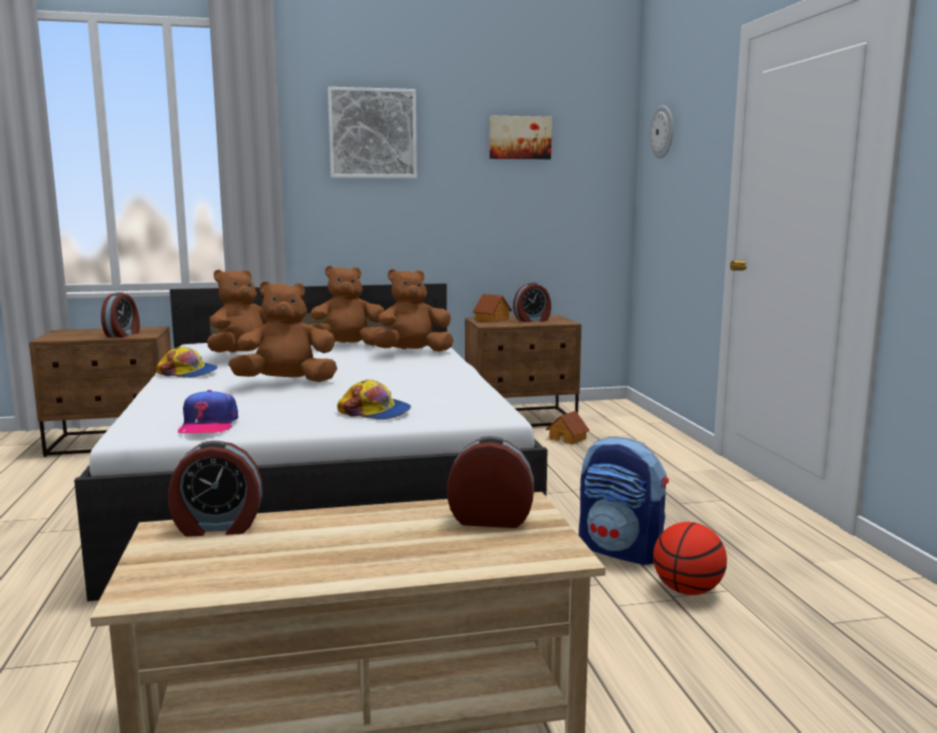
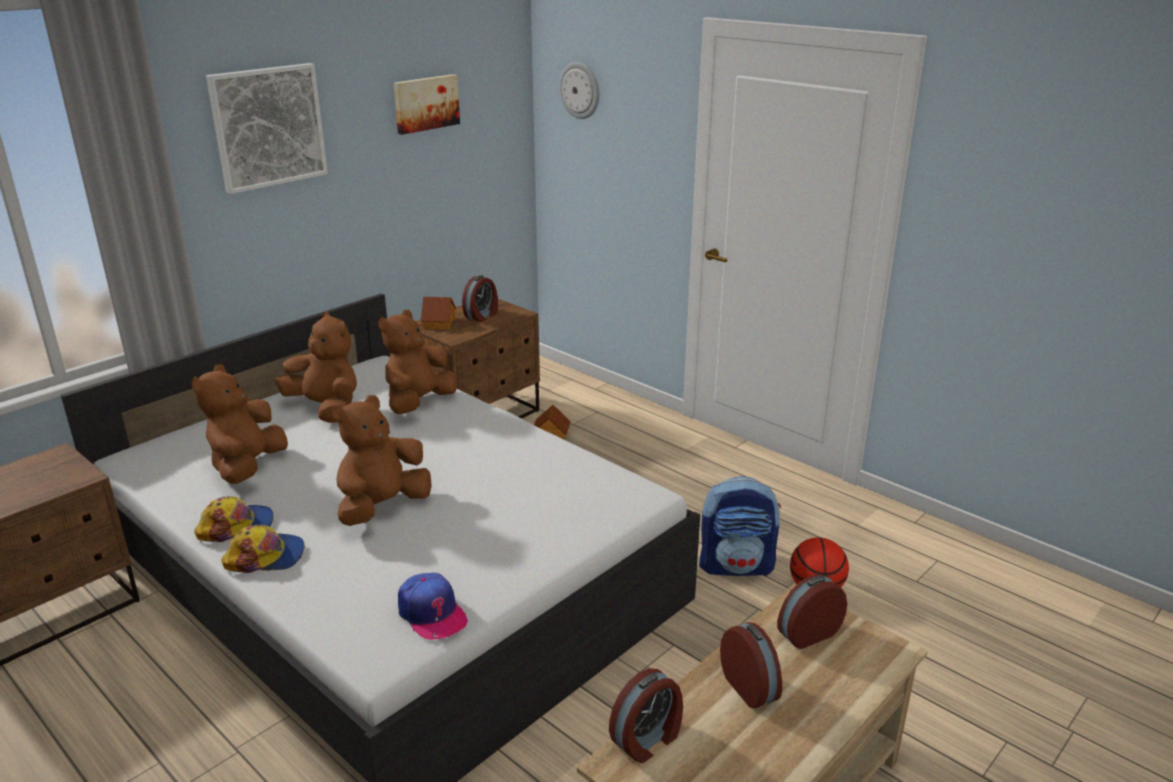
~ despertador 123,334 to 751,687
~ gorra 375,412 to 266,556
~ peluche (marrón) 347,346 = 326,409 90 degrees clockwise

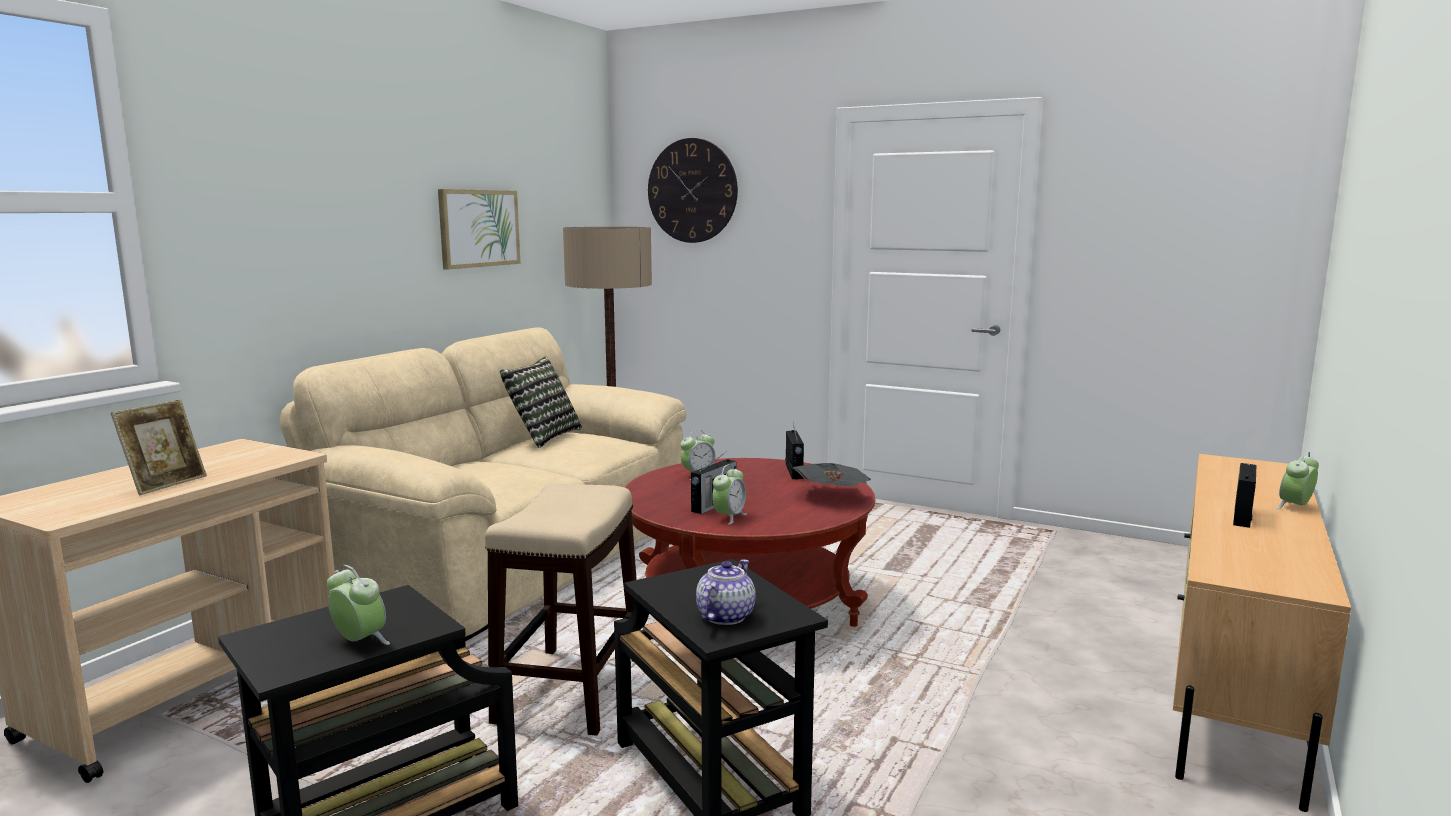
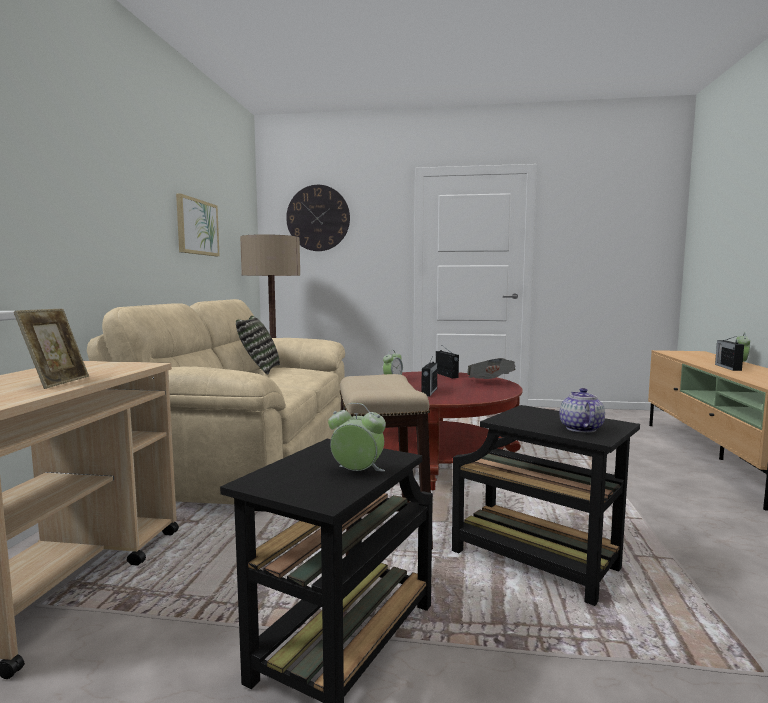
- despertador 729,517

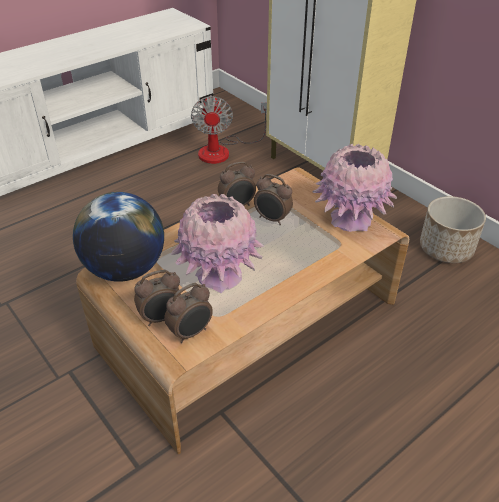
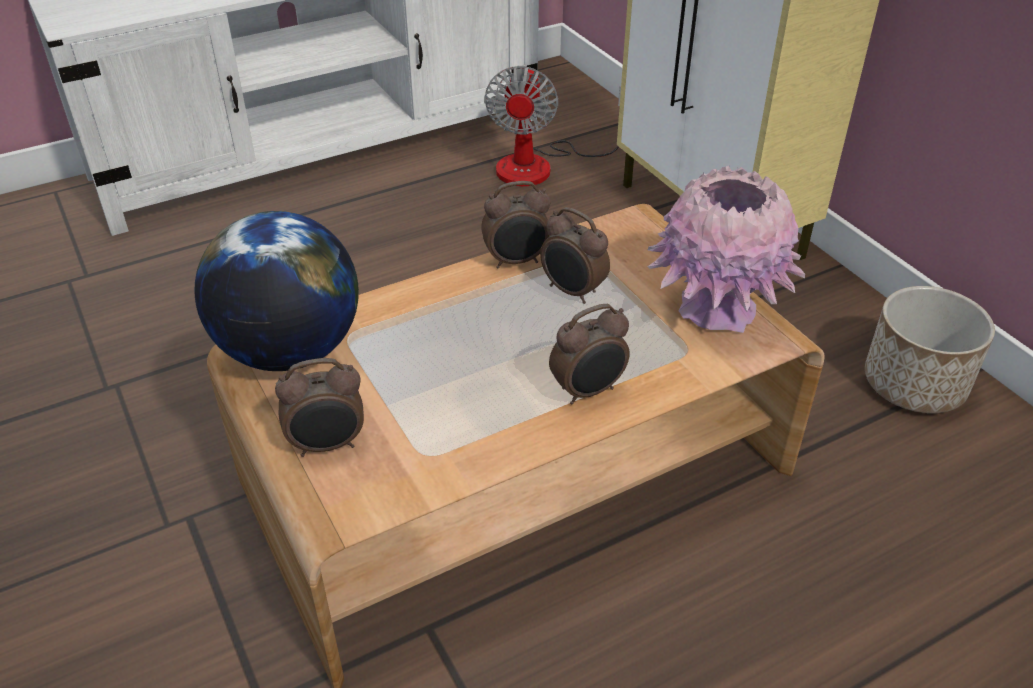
- florero (rosa) 219,276
~ despertador 191,333 to 588,391

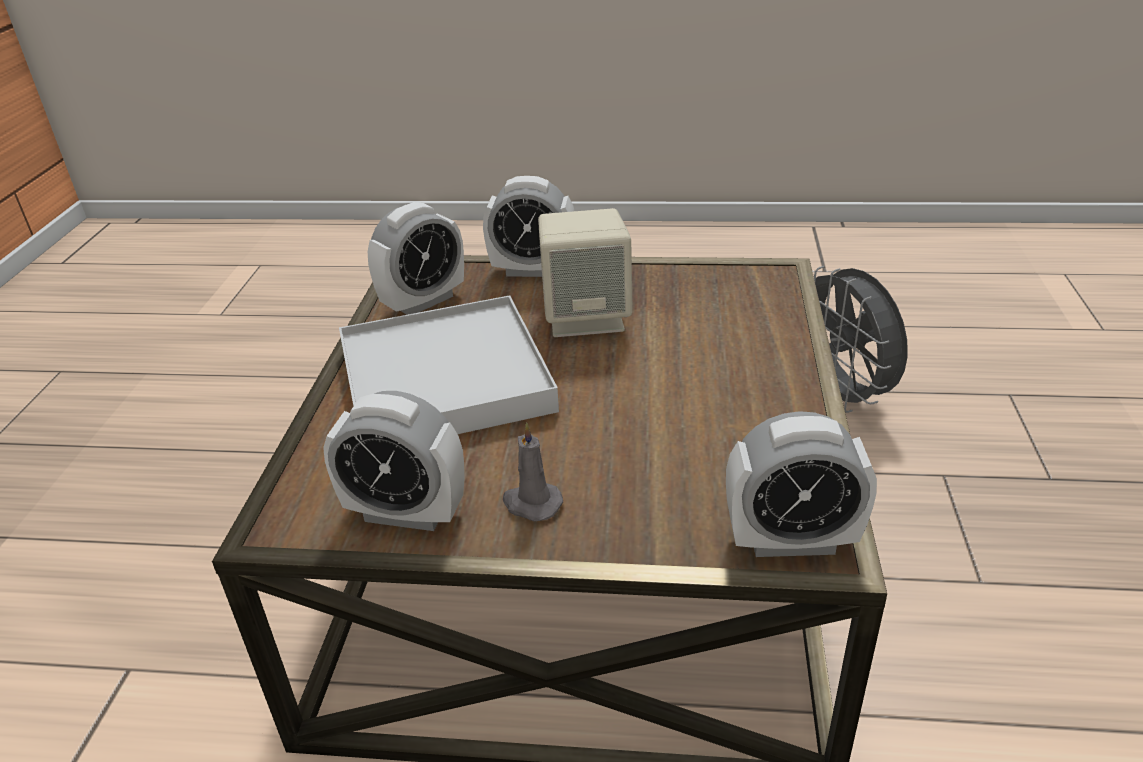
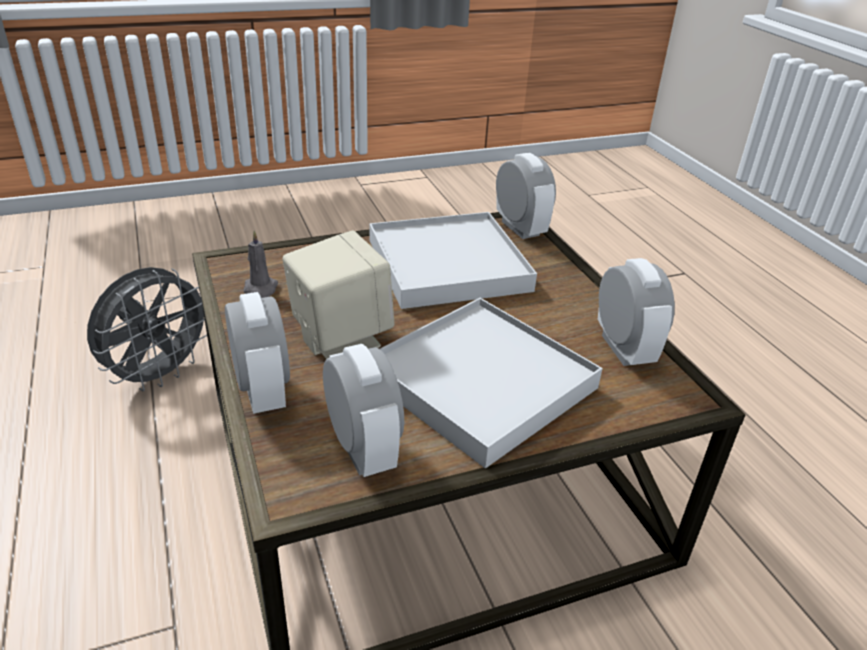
+ bandeja (blanco) 448,265
~ vela (gris) 531,503 to 260,290
~ despertador 423,301 = 362,449 45 degrees clockwise

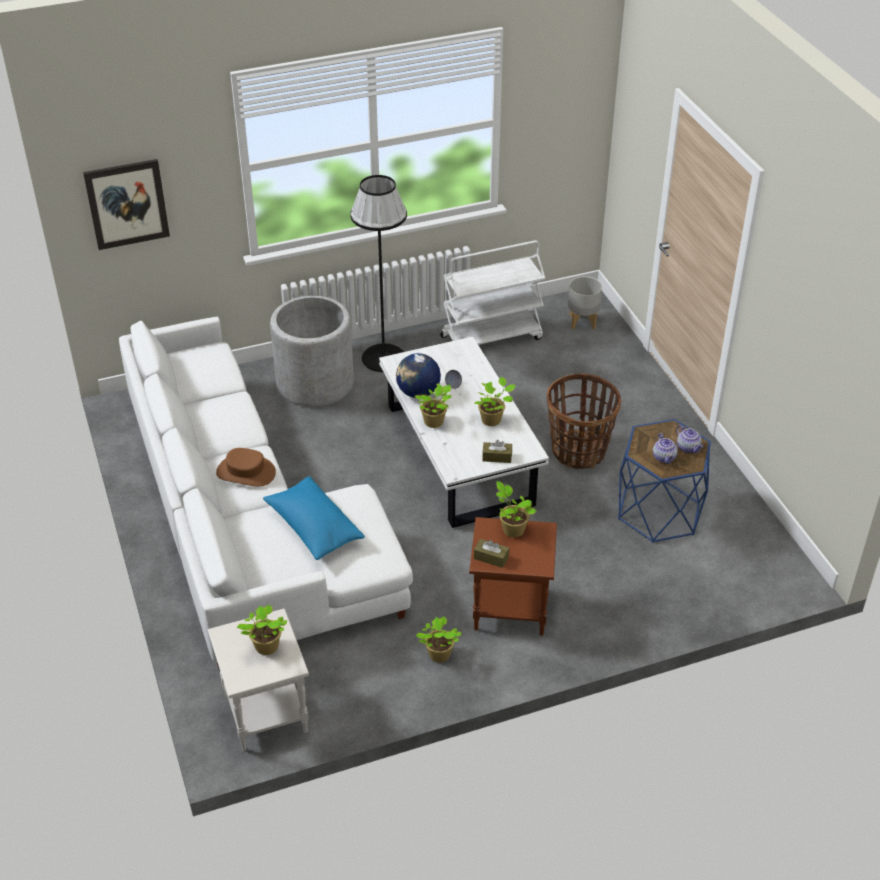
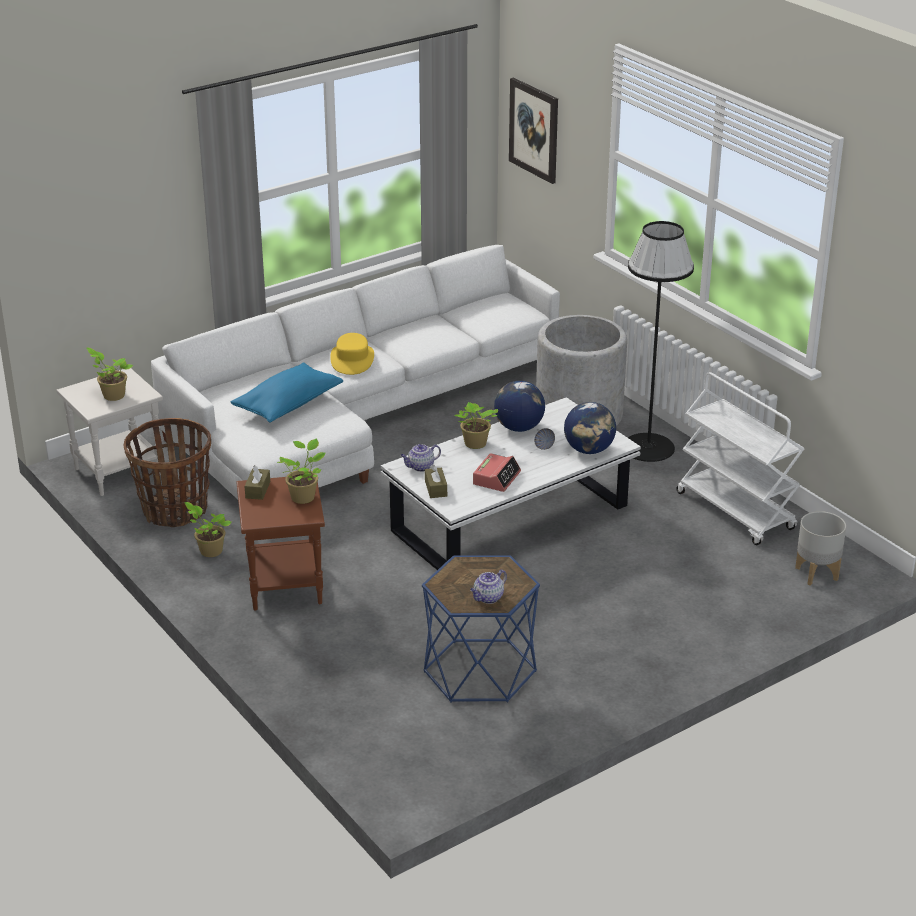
+ globo terráqueo 589,450
~ cesta 579,451 to 175,511
~ tetera 664,458 to 420,467
~ planta en maceta 492,420 to despertador 496,478
~ sombrero (marrón) 246,472 to sombrero (amarillo) 352,360

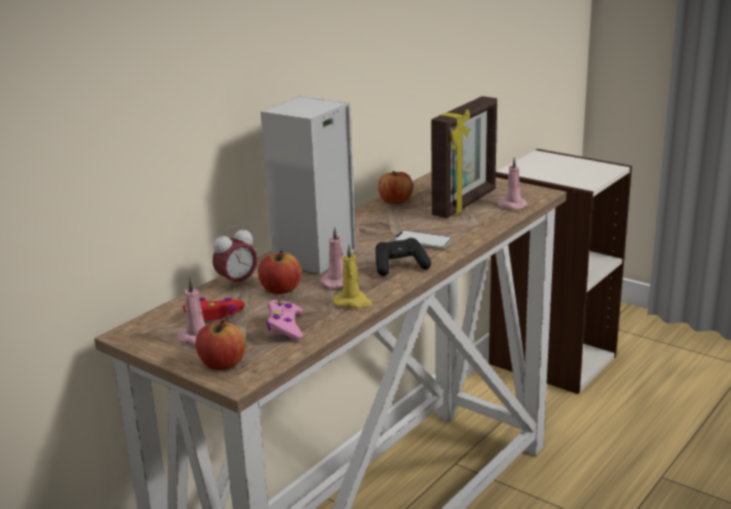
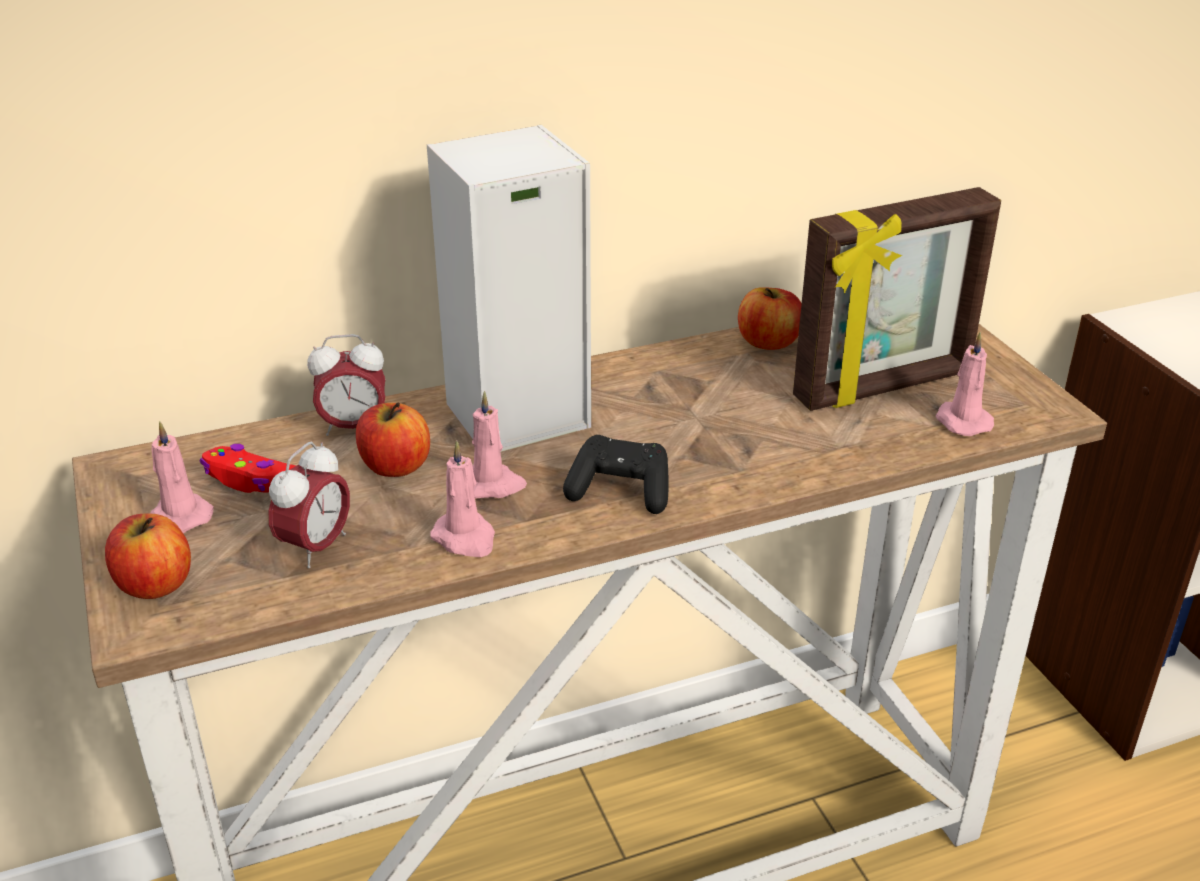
- móvil 422,241
~ mando de consola (rosa) 285,327 to despertador 316,547
~ vela (amarillo) 353,302 to vela (rosa) 465,538

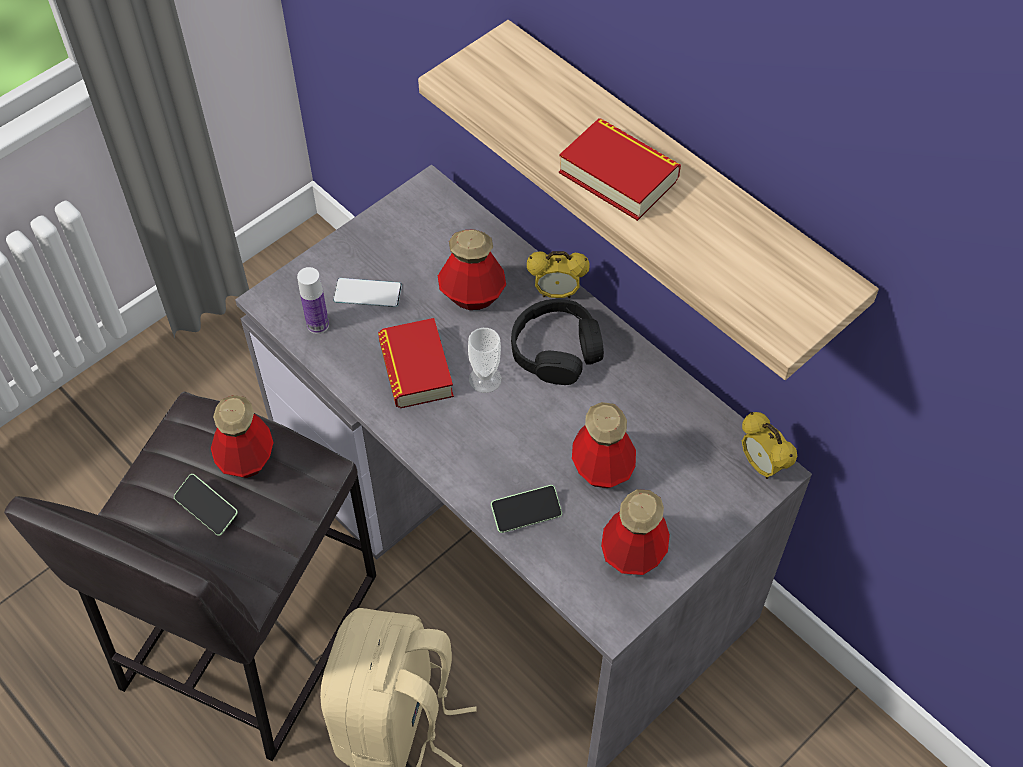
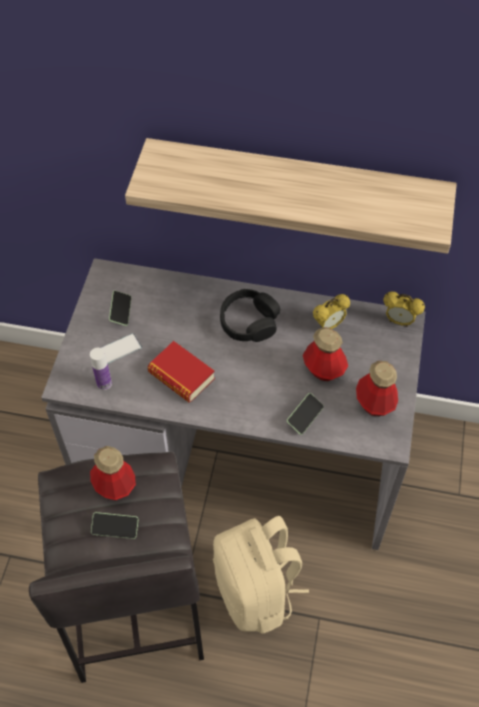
- botella 472,296
- taza 485,379
- libro 618,176
+ móvil 121,311
~ despertador 556,293 to 328,325

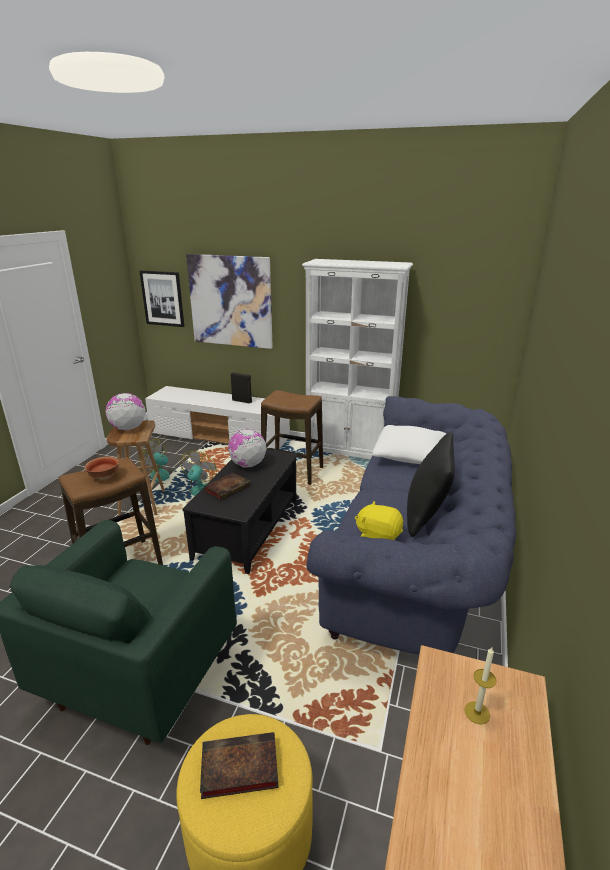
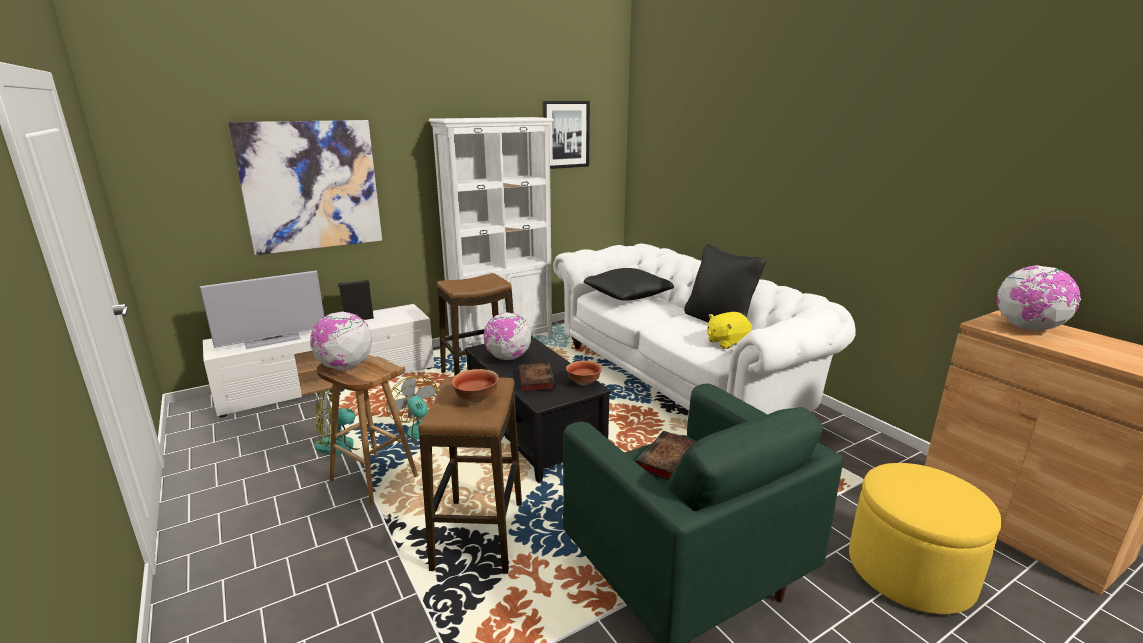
+ televisor 273,341
+ cuenco 583,383
~ cuadro 162,298 to 565,134
~ libro 237,768 to 668,461
~ vela 477,712 to globo terráqueo 1028,328
~ sofá (azul) 419,556 to sofá (blanco) 683,378
~ cojín (blanco) 410,455 to cojín (negro) 628,296

